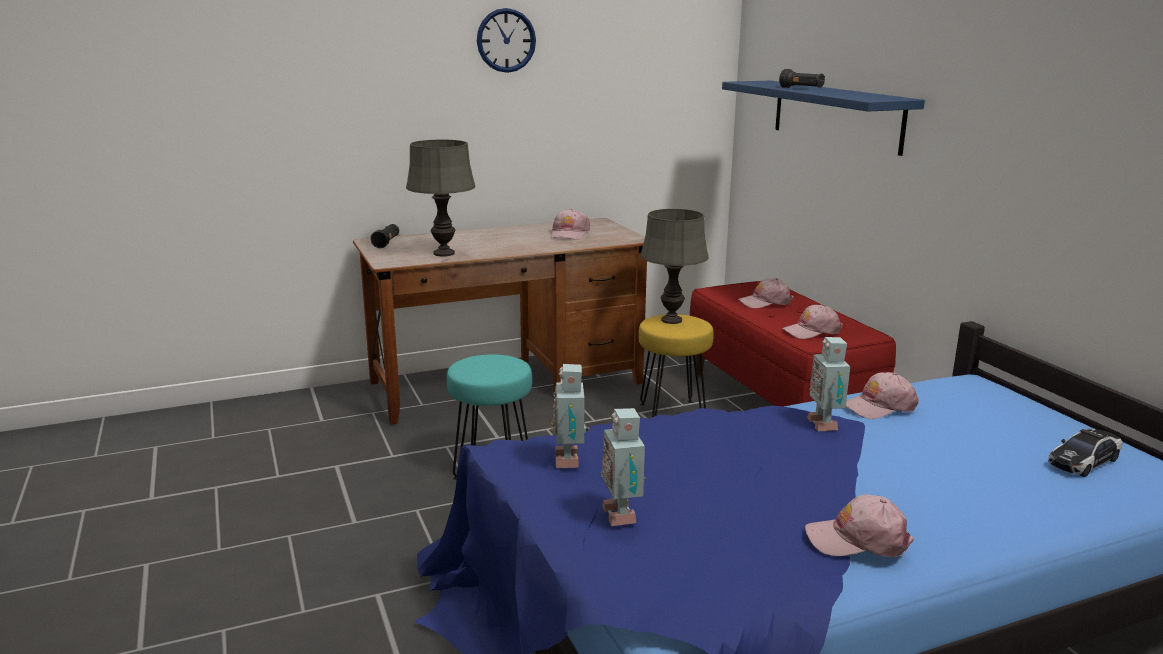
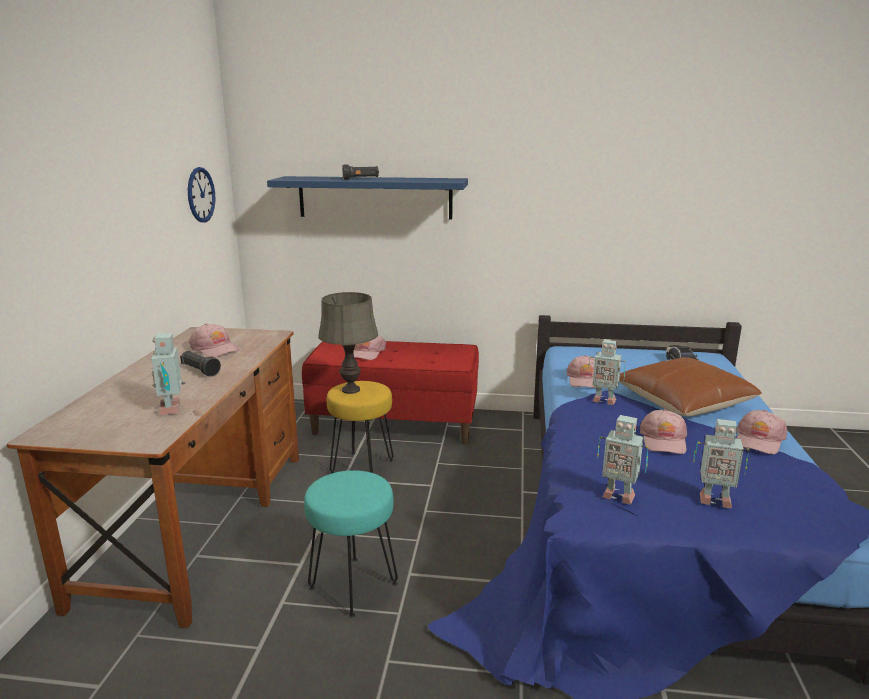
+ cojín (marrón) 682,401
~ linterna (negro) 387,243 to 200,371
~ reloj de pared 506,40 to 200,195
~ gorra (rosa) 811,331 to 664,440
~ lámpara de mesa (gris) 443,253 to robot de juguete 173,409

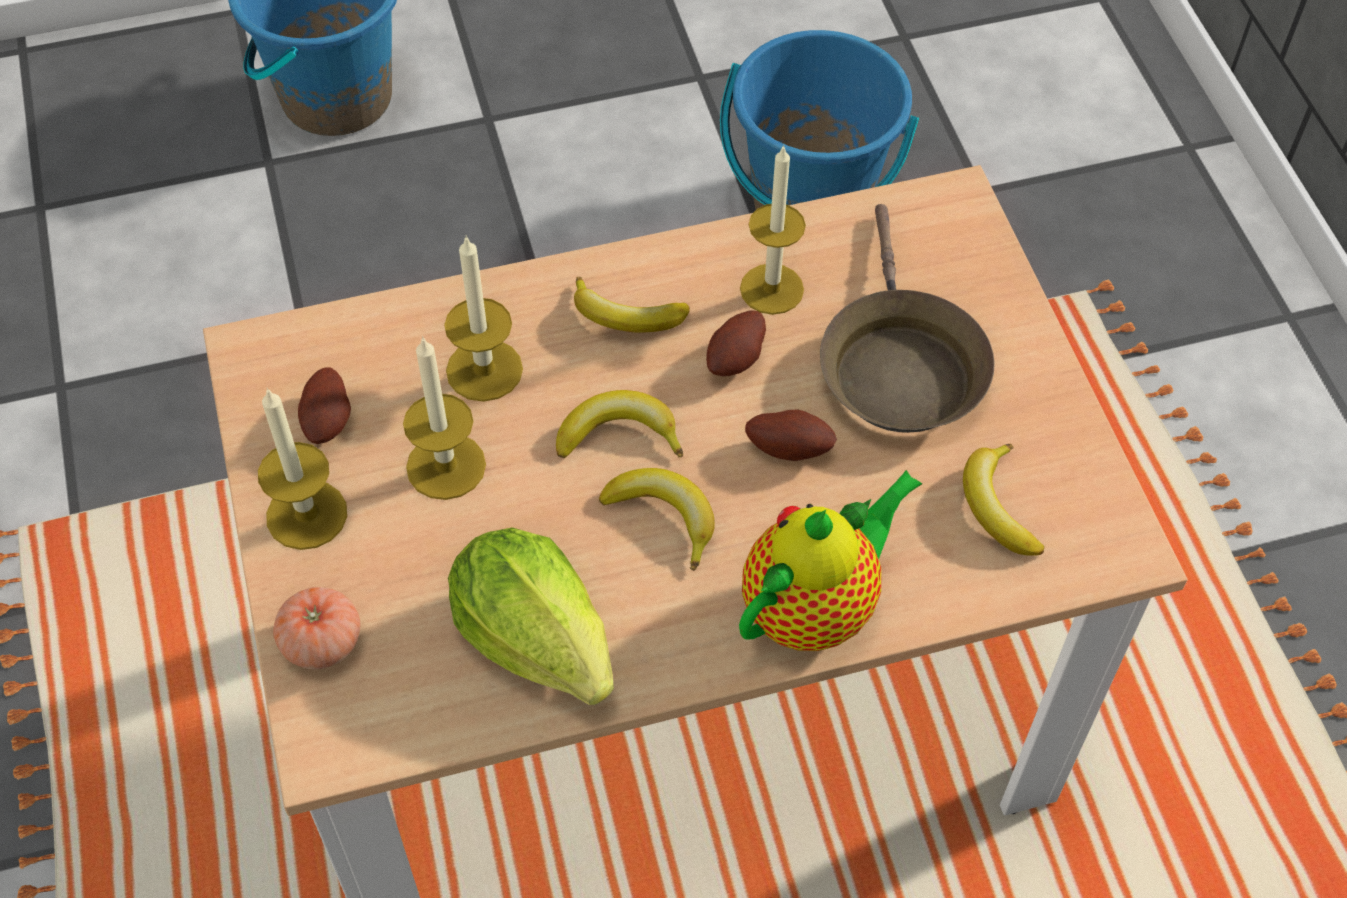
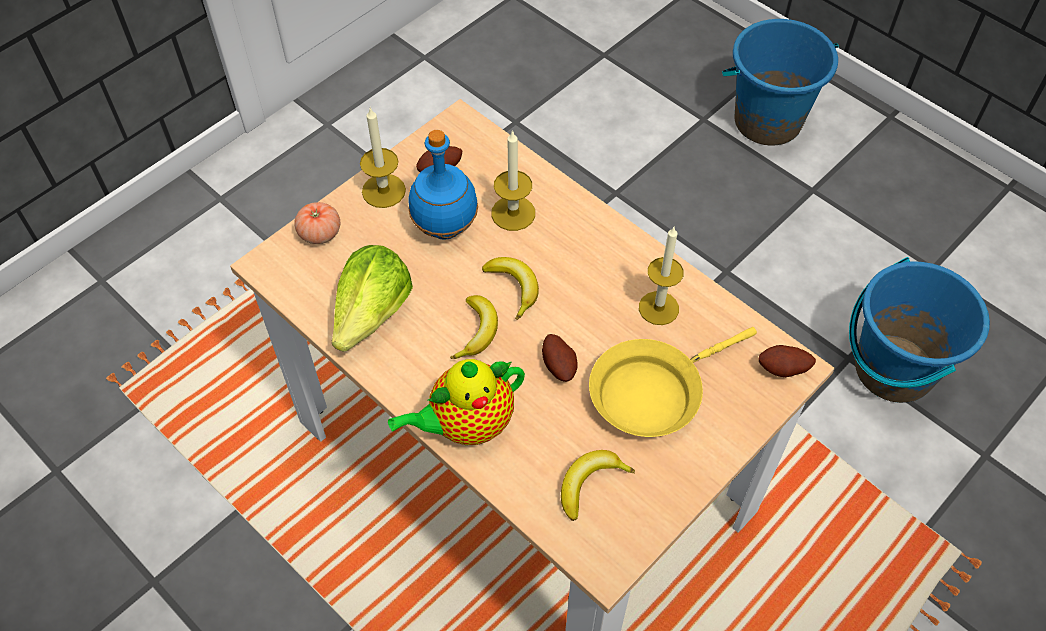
- plátano 626,317
~ patata 737,359 to 783,370
~ vela 446,466 to botella (azul) 446,228
~ sartén (marrón) 898,365 to sartén (amarillo) 652,392
~ tetera 815,606 = 467,424 135 degrees clockwise

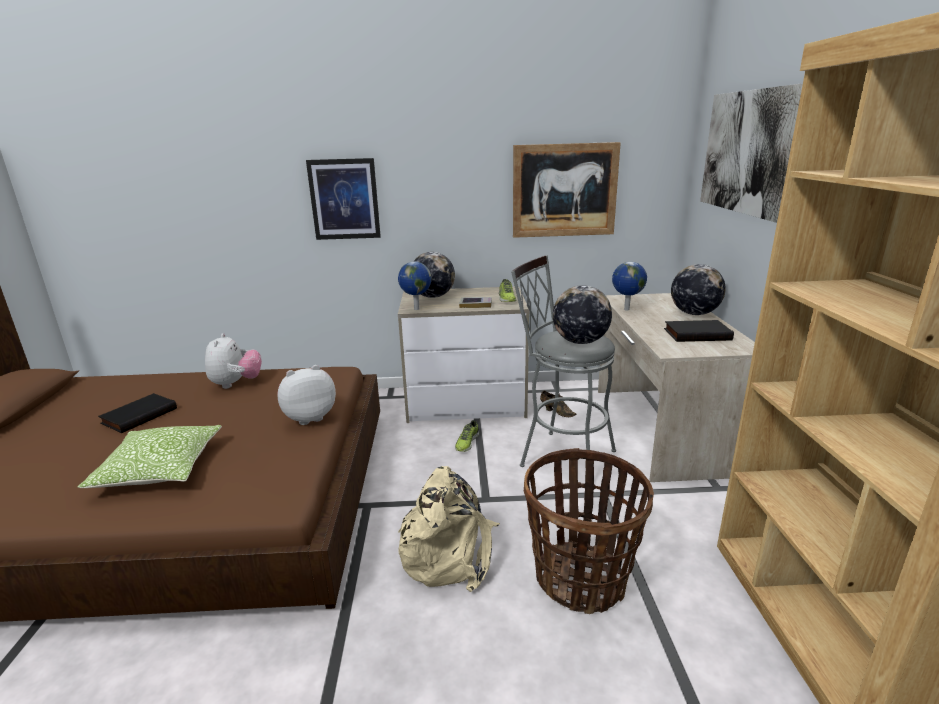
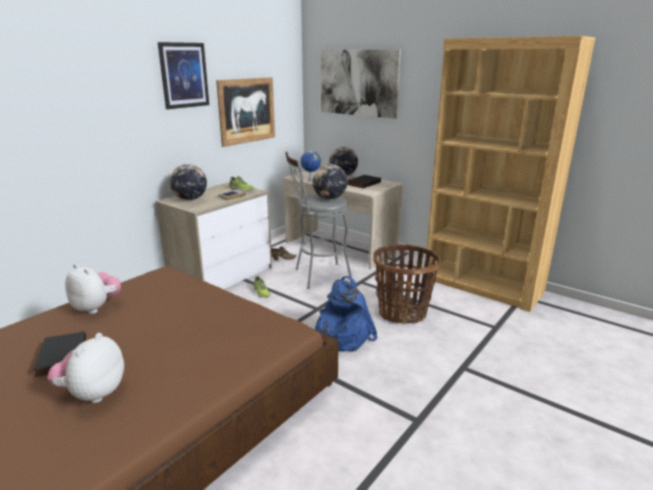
- cojín 160,469
- globo terráqueo 416,309
~ peluche 309,417 to 93,393
~ cuadro 344,199 to 184,75
~ mochila (beis) 450,553 to mochila (azul) 341,335

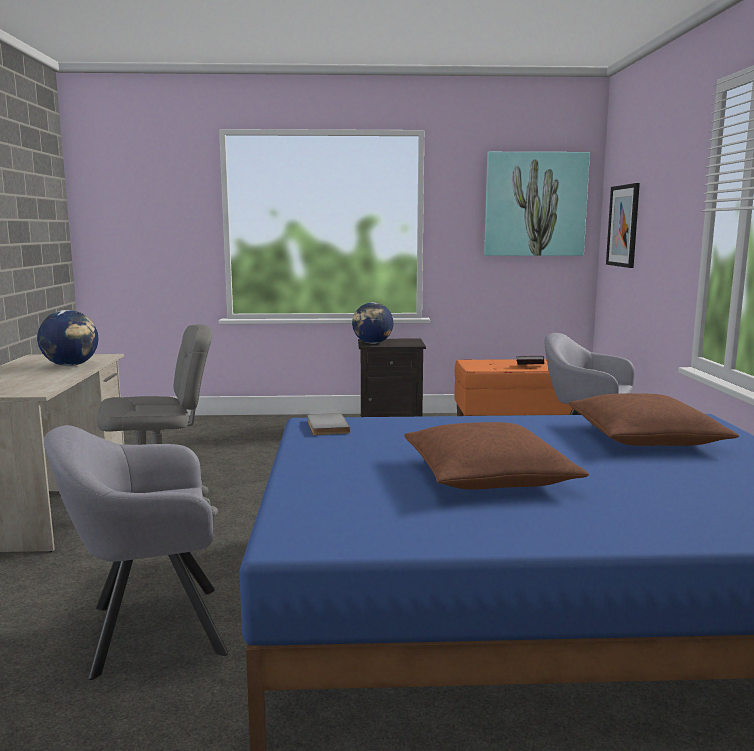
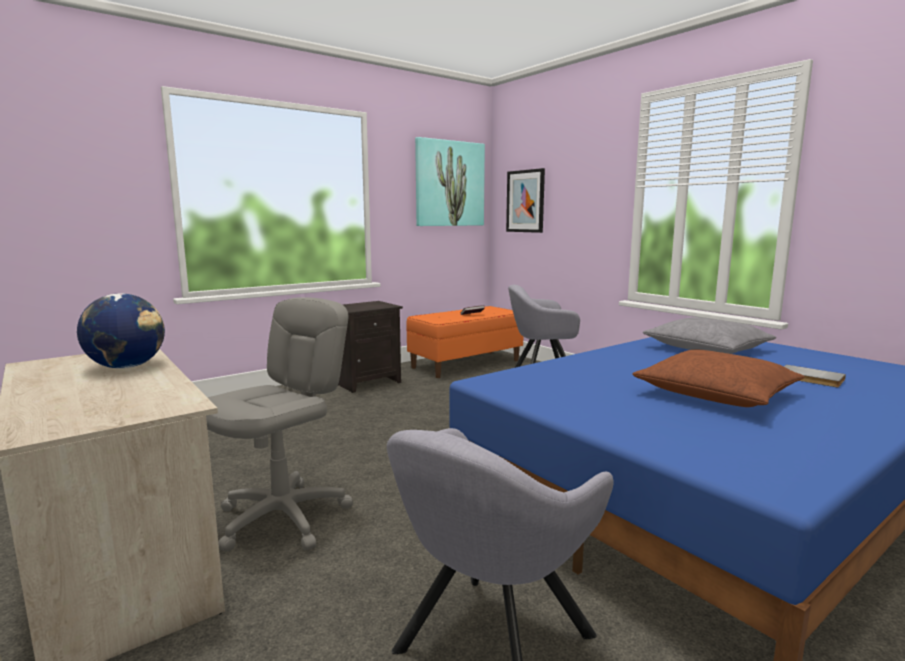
- globo terráqueo 372,343
~ libro (gris) 325,427 to 810,378
~ cojín (marrón) 644,437 to cojín (gris) 706,349

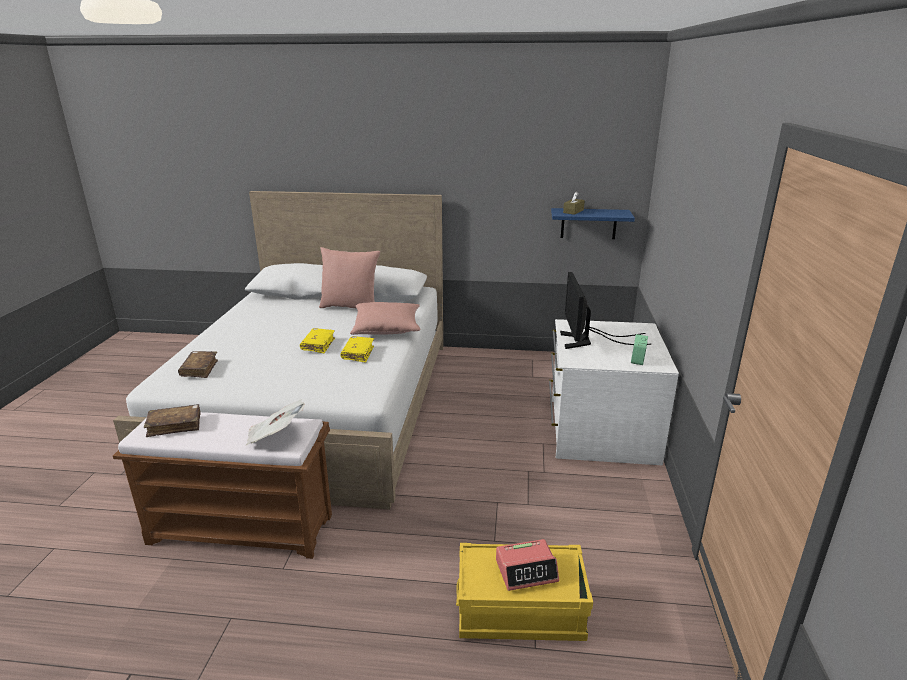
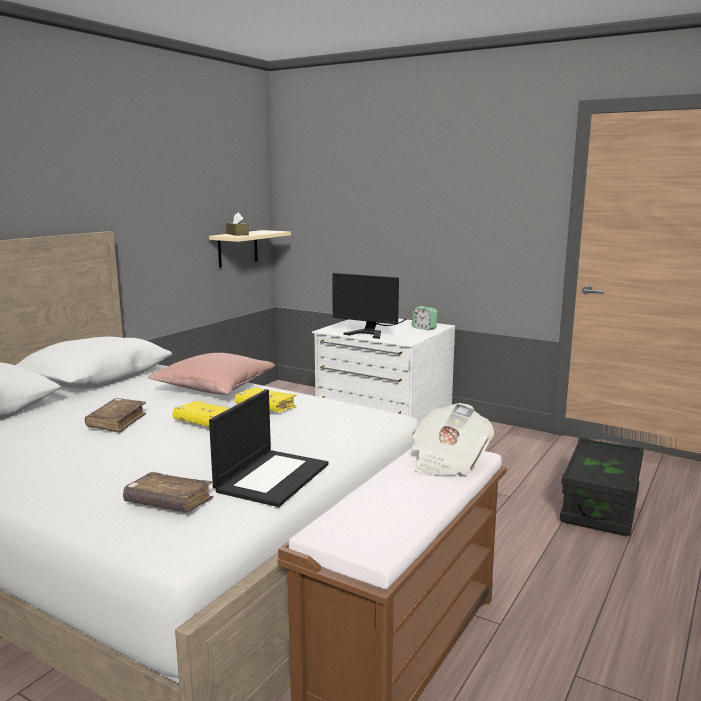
- cojín (rosa) 350,307
- despertador 526,570
+ portátil 272,477
~ libro (marrón) 175,425 to 117,422
~ caja de almacenaje (amarillo) 520,611 to caja de almacenaje (negro) 600,506
~ estante (azul) 588,223 to estante (beis) 237,248

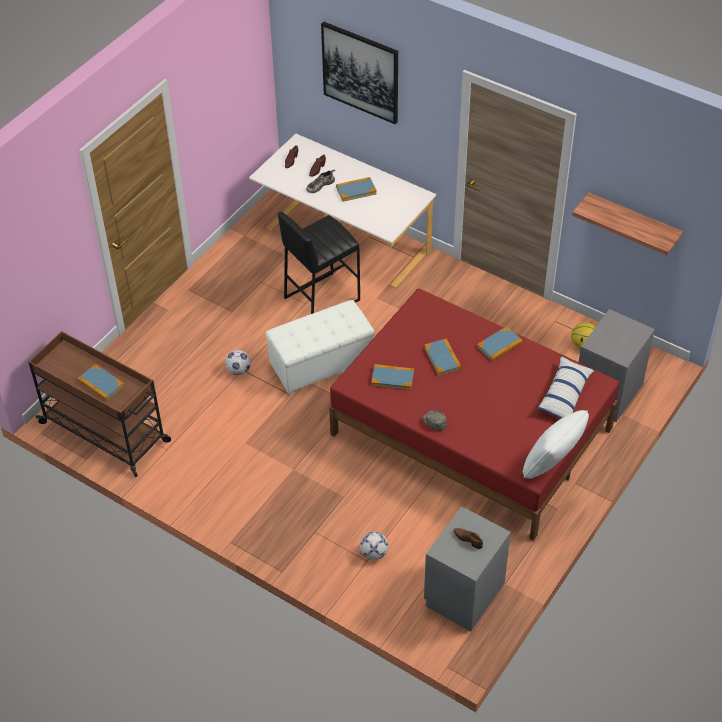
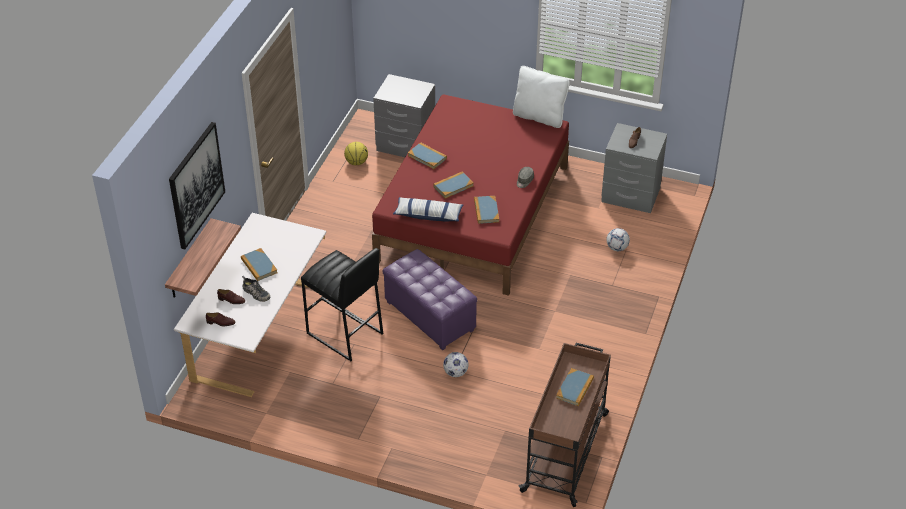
~ cojín 564,395 to 428,215
~ estante 633,222 to 190,260
~ puf (blanco) 321,364 to puf (morado) 429,317

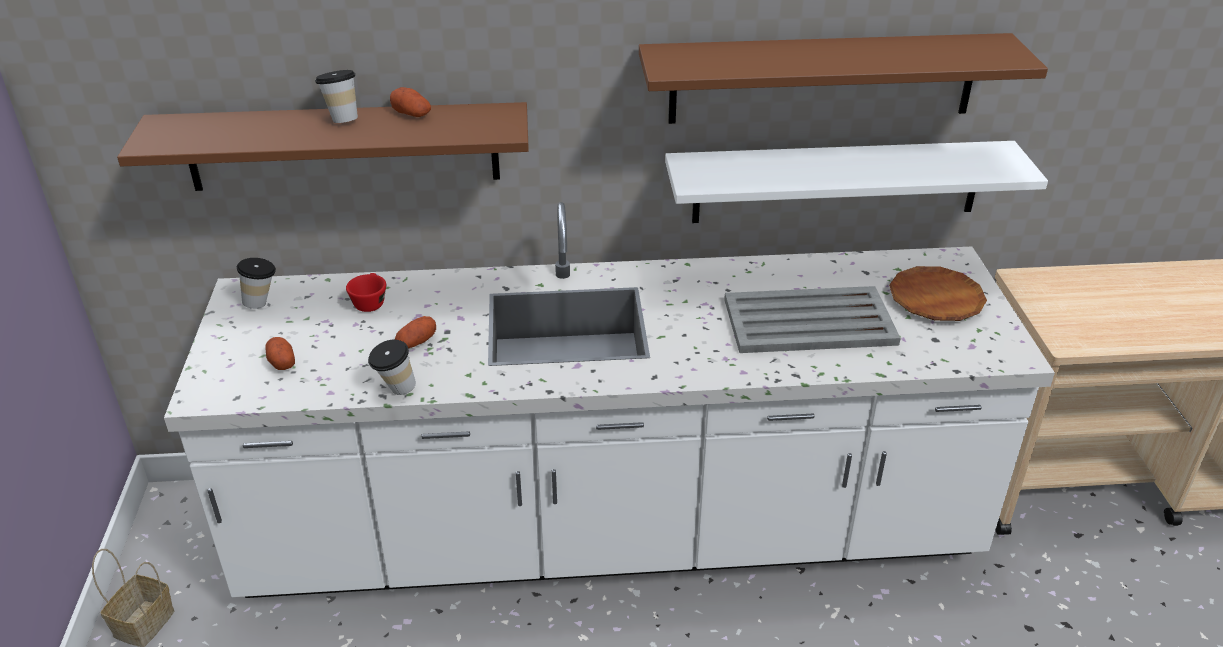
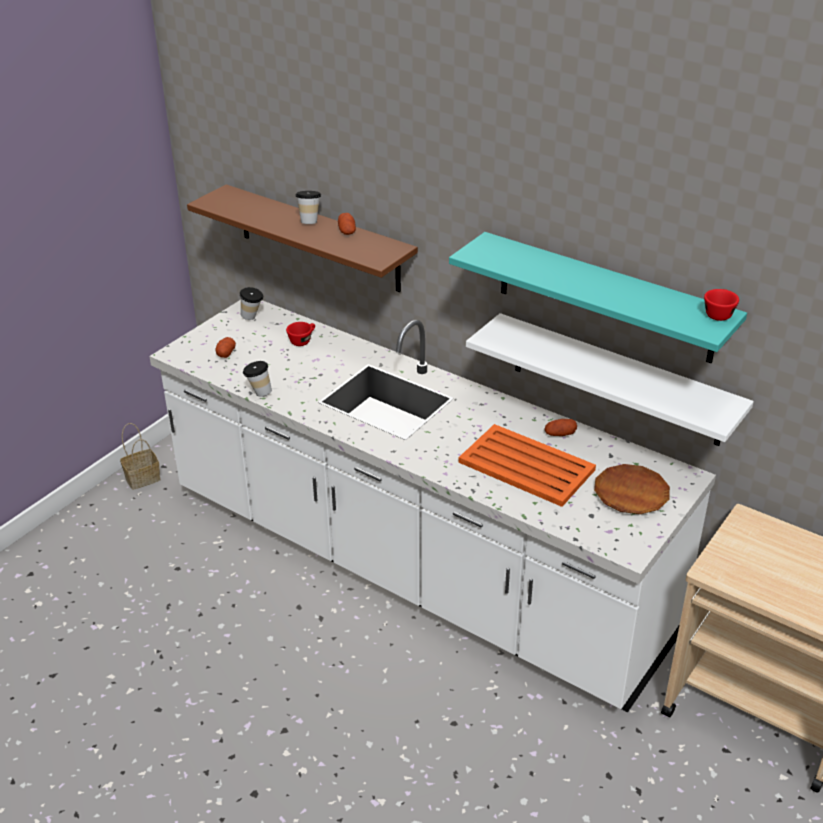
+ taza (rojo) 718,313
~ patata 417,342 to 560,434
~ estante (marrón) 822,78 to estante (turquesa) 605,297
~ bandeja (gris) 811,322 to bandeja (naranja) 527,466

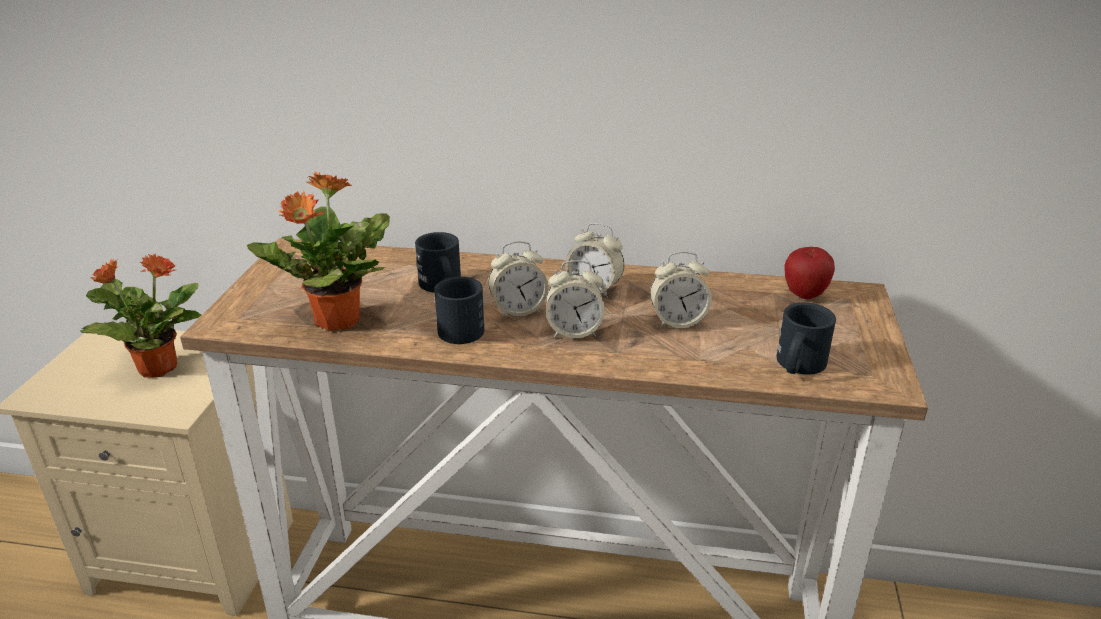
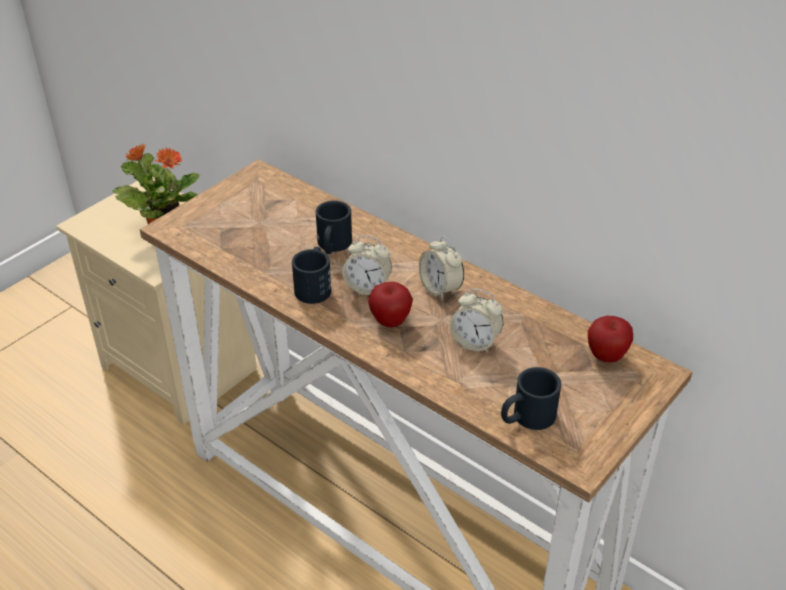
- planta en maceta 336,321
~ despertador 574,331 to manzana 390,321

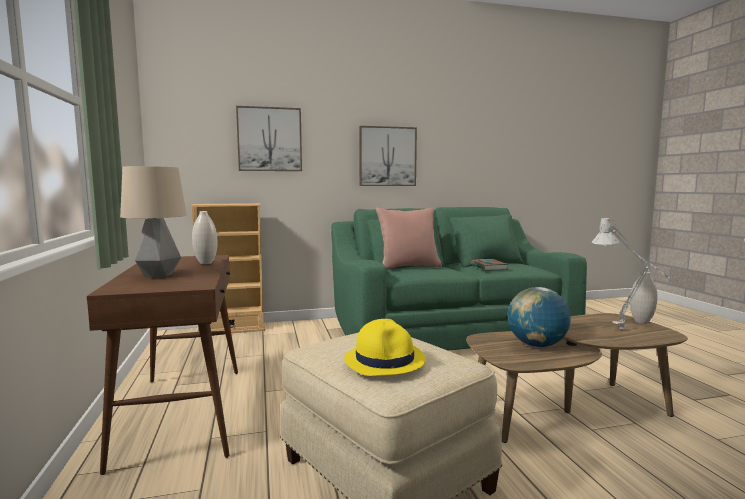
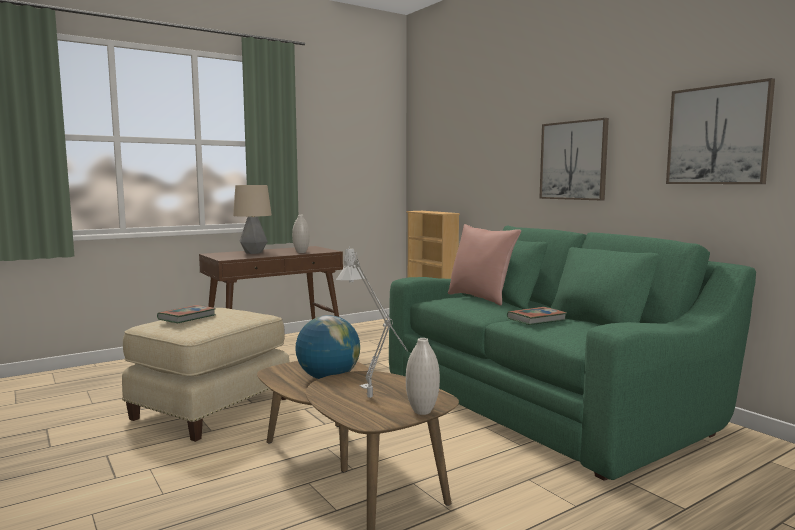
~ cuadro 269,139 to 718,135
~ sombrero (amarillo) 385,360 to libro 187,317

